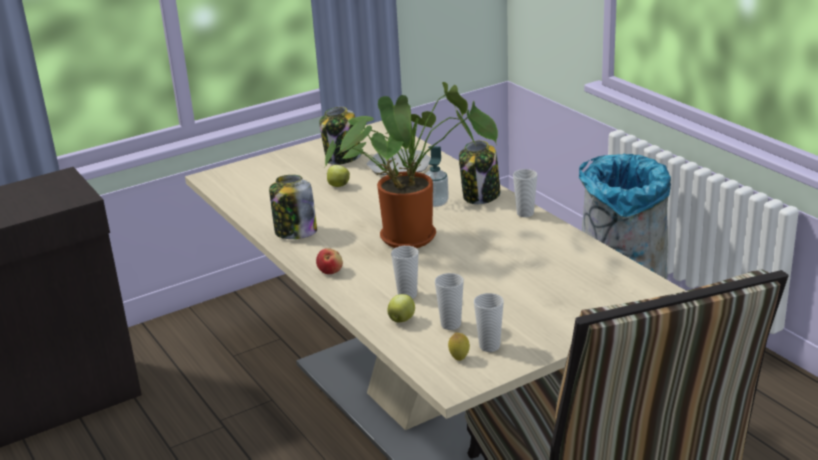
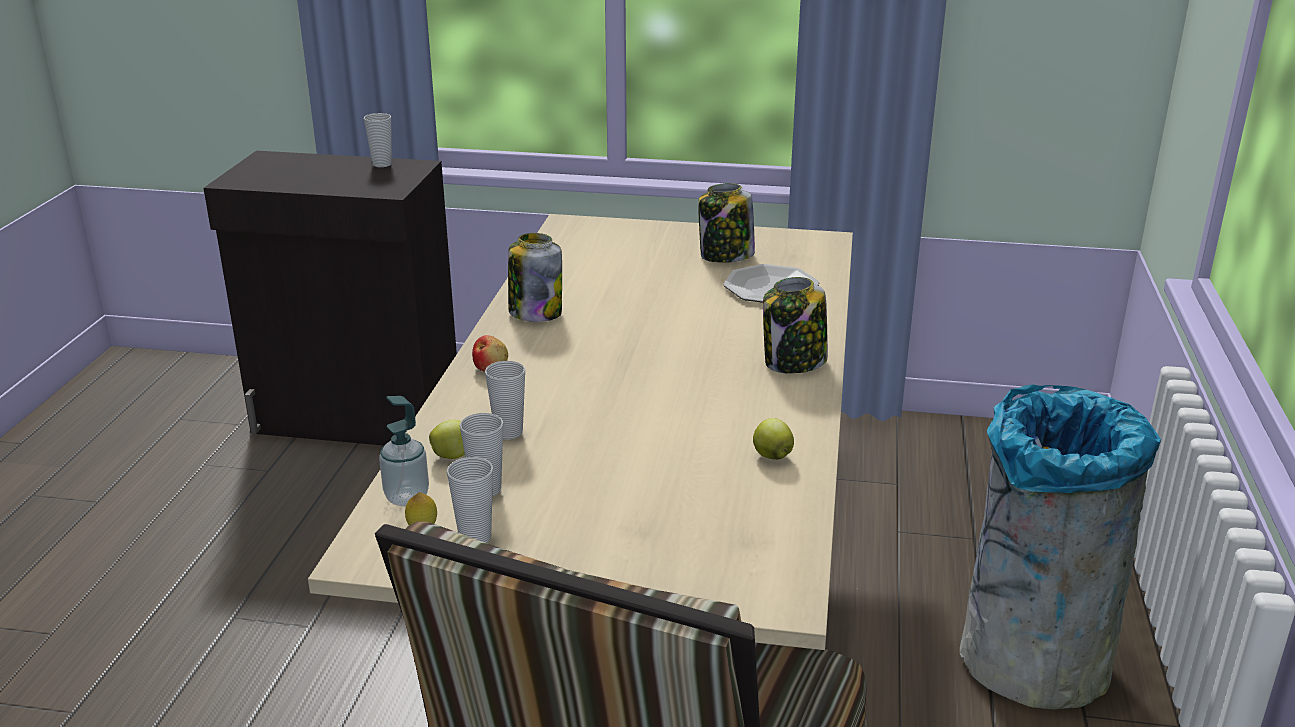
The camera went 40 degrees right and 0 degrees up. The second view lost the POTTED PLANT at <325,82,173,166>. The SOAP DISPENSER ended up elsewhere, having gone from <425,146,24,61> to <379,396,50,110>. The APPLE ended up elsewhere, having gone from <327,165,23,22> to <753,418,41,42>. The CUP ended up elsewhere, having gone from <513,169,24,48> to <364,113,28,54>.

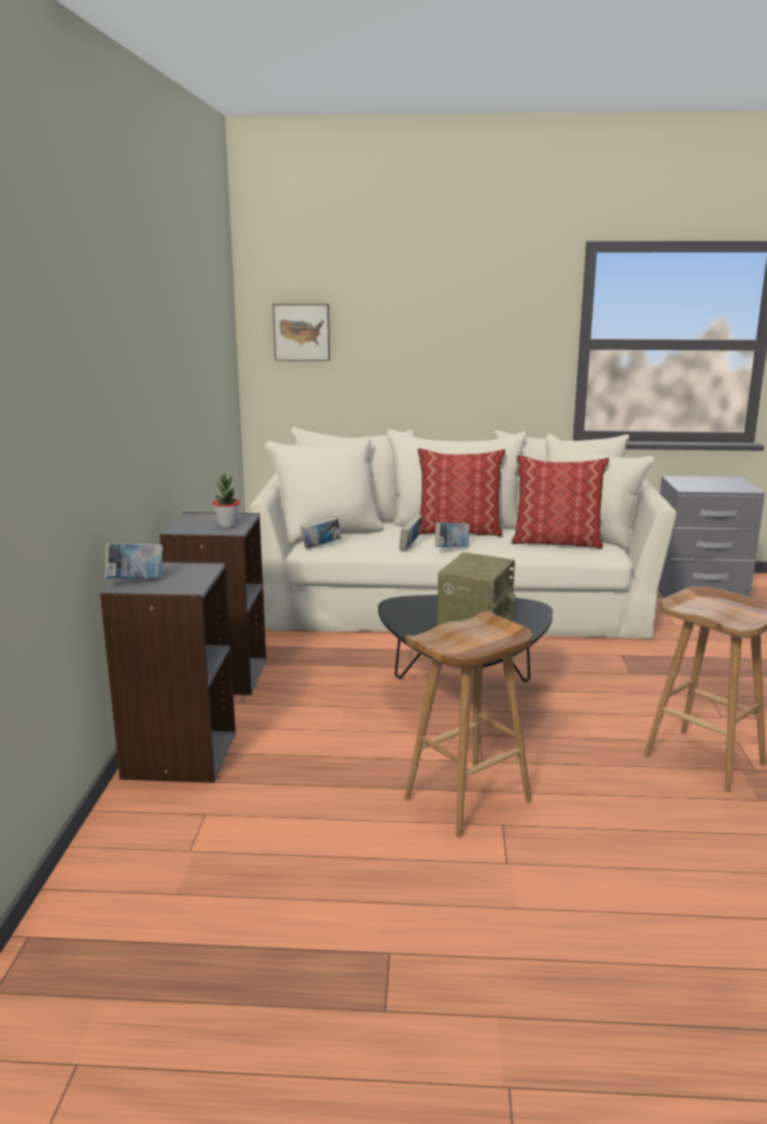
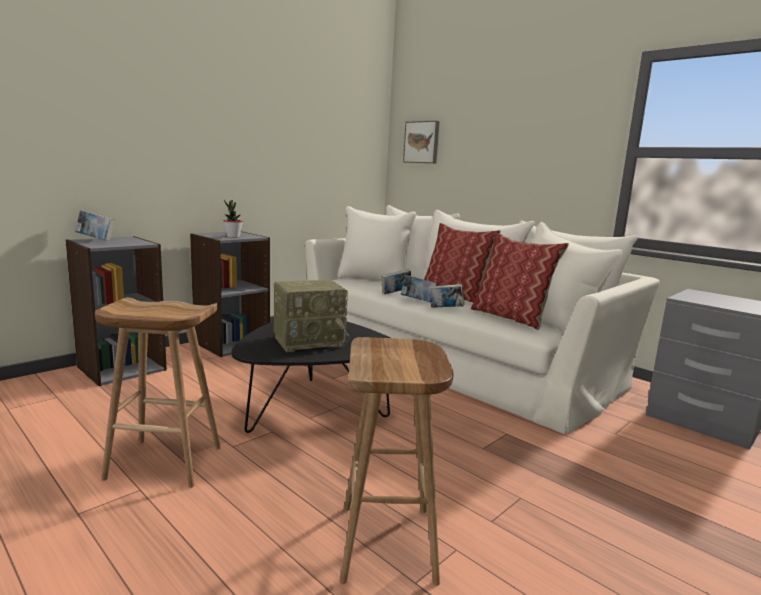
The camera went 40 degrees right and 5 degrees down. The BOOK ended up elsewhere, having gone from <301,516,40,33> to <428,284,37,24>.

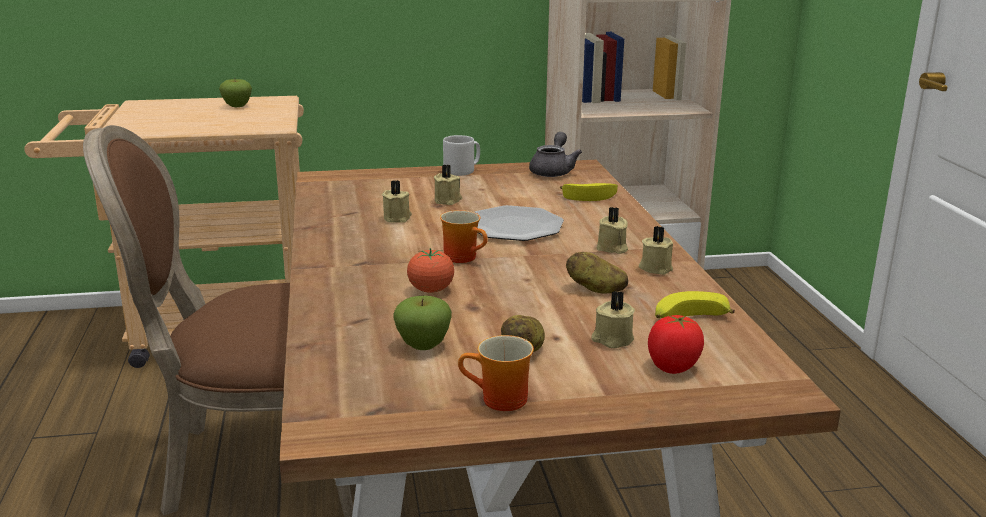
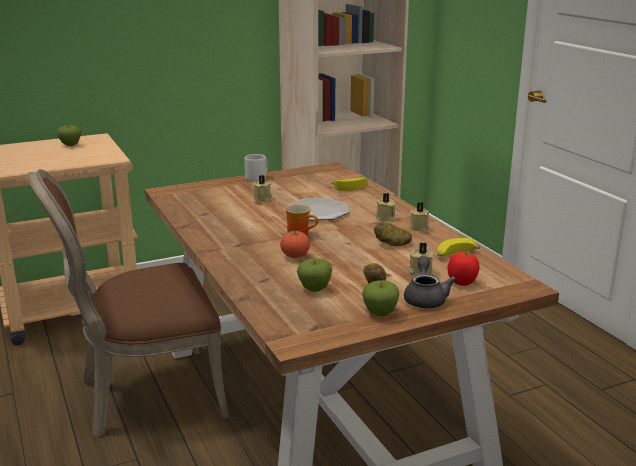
The camera went 15 degrees left and 0 degrees up. The GREY TEAPOT ended up elsewhere, having gone from <529,132,53,45> to <404,256,52,52>. The second view lost the BEIGE CANDLE at <382,180,30,43>. Where the MUG stood at <458,335,76,76>, the APPLE came to stand at <362,280,37,36>.

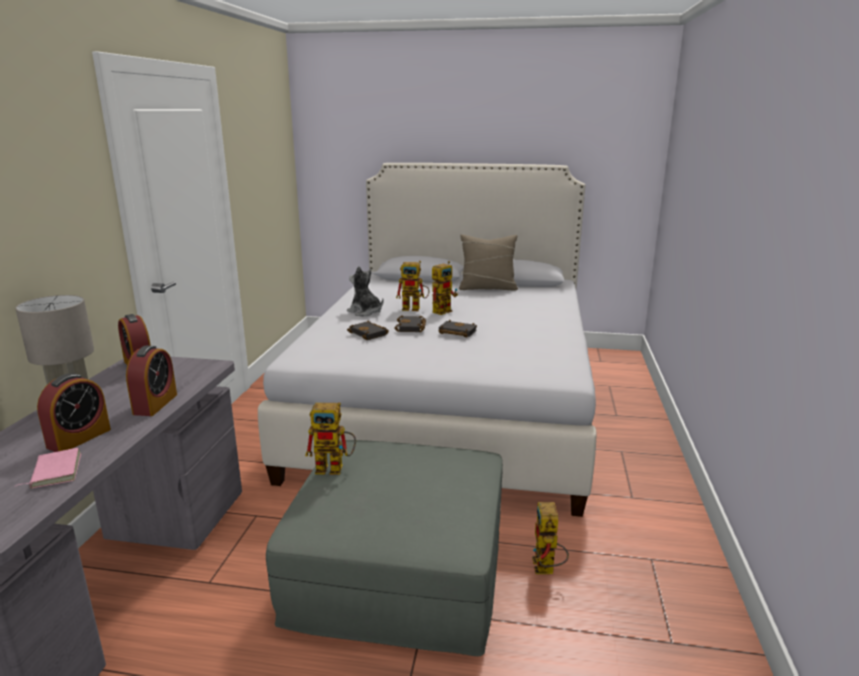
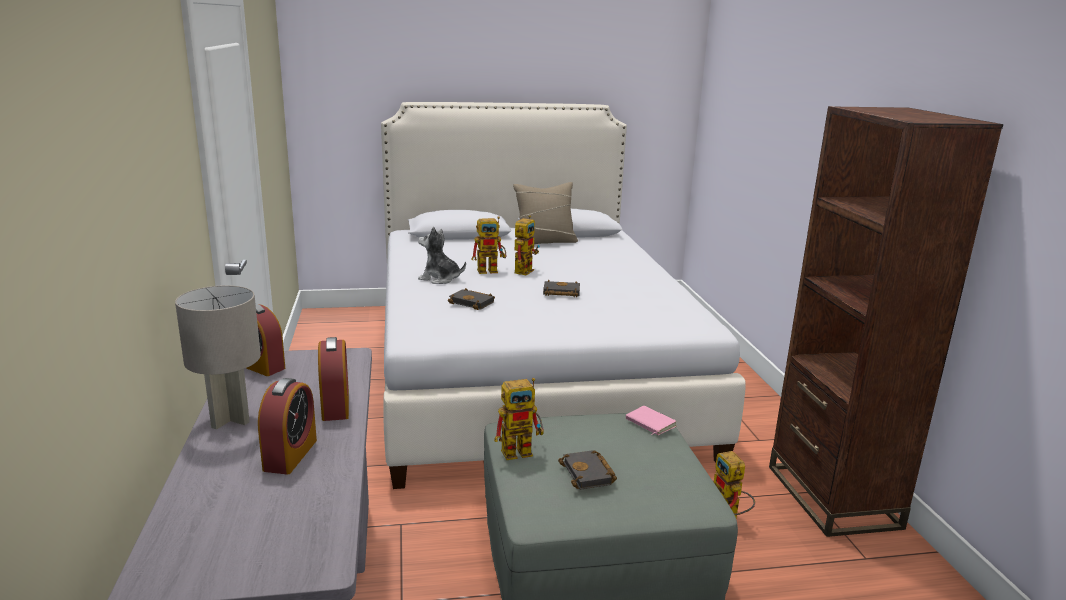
The camera went 20 degrees left and 0 degrees up. The BLACK BOOK ended up elsewhere, having gone from <394,315,32,17> to <558,450,59,40>. The PINK BOOK ended up elsewhere, having gone from <14,448,67,41> to <626,406,50,29>. The second view gained the BROWN BOOKCASE at <769,106,234,431>.

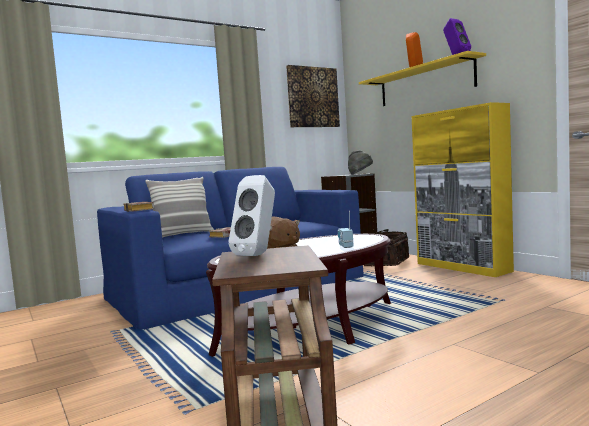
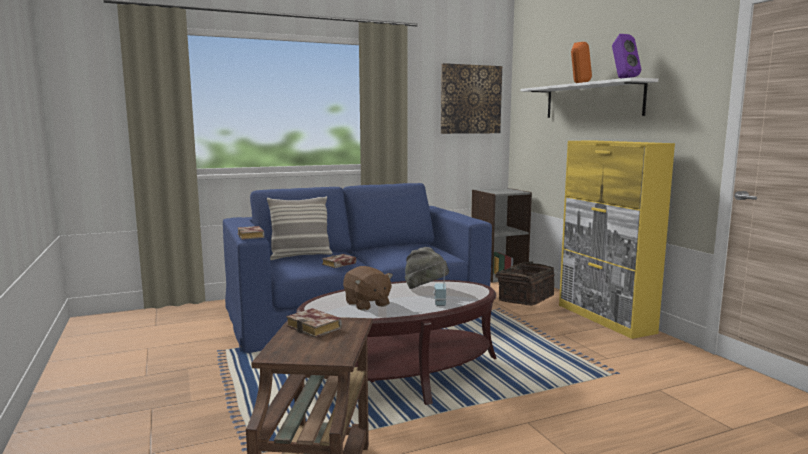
The camera went 10 degrees right and 5 degrees up. What was the YELLOW SHELF at <359,51,127,55> turned into the WHITE SHELF at <521,77,137,41>. The GREY HAT ended up elsewhere, having gone from <348,150,25,25> to <405,247,44,42>. Where the WHITE SPEAKER stood at <228,175,47,81>, the BOOK came to stand at <286,308,56,30>.

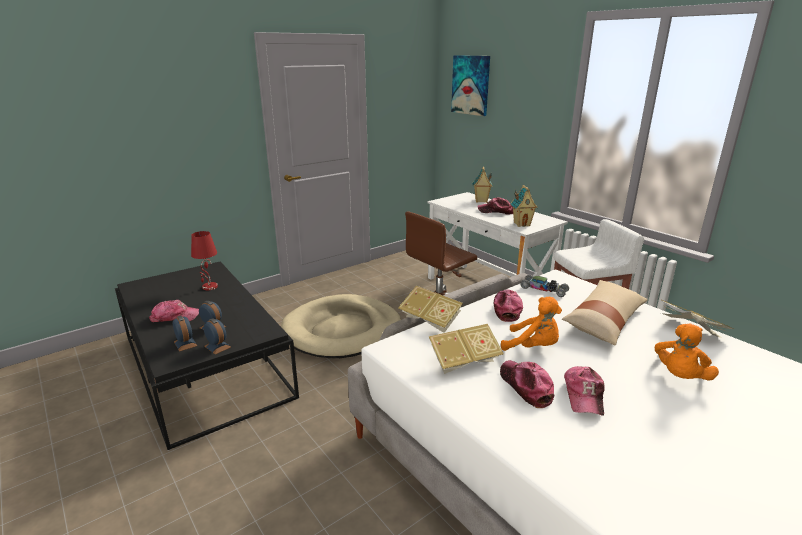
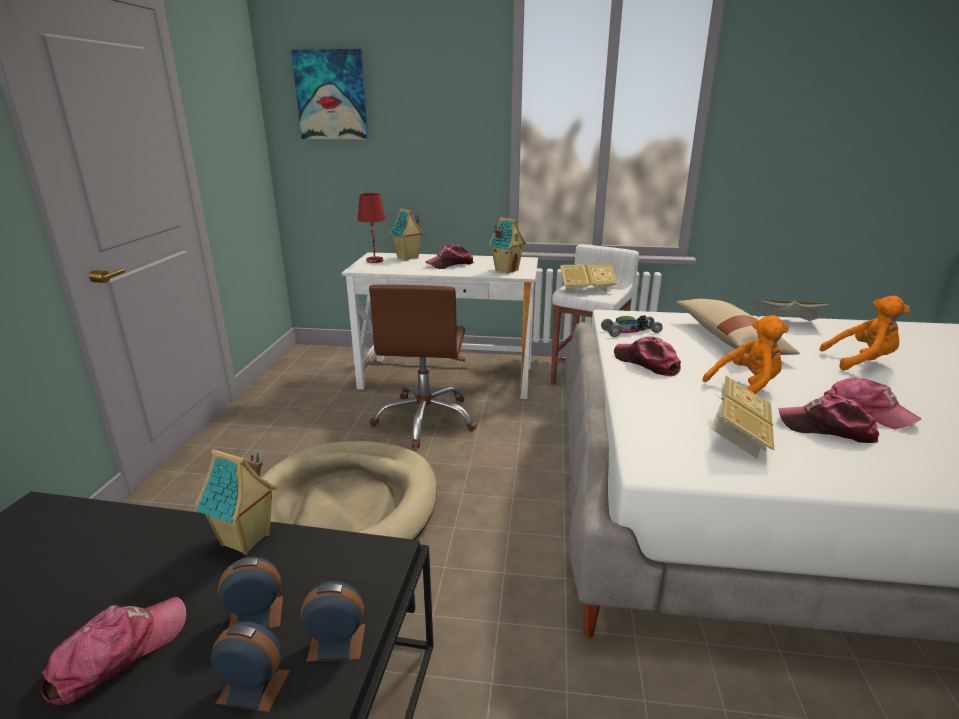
The camera went 45 degrees left and 0 degrees up. The RED TABLE LAMP ended up elsewhere, having gone from <191,231,27,59> to <357,193,29,70>. The BOOK ended up elsewhere, having gone from <398,286,65,47> to <560,264,58,29>. The ORANGE PLUSH TOY at <655,324,64,56> ended up facing another way, 75 degrees counterclockwise from before. The second view gained the TOY HOUSE at <195,449,82,106>.

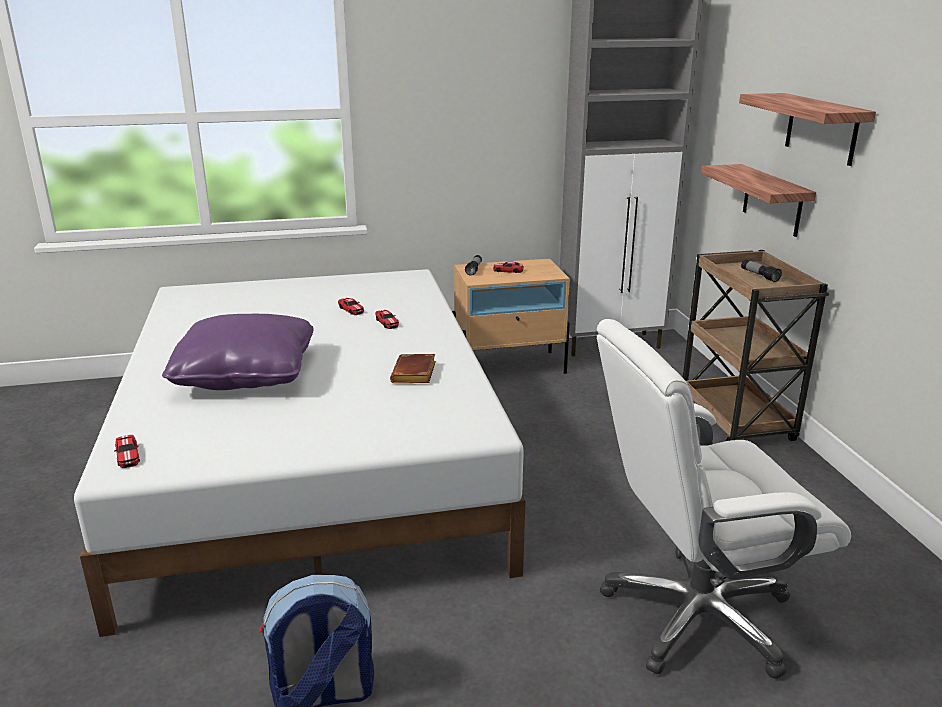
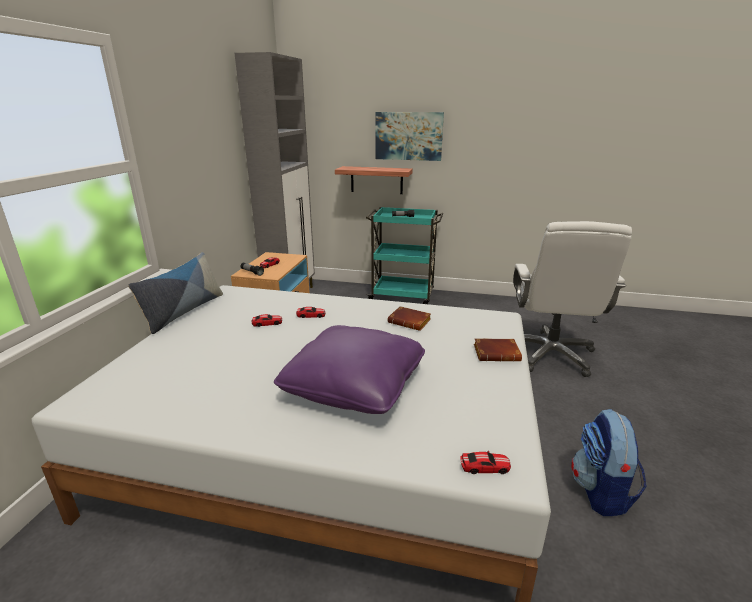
The camera went 65 degrees left and 0 degrees up. Where the SHELF hung at <739,93,137,73>, the PICTURE came to hang at <375,112,69,49>. What was the BROWN CART at <683,250,146,191> turned into the TURQUOISE CART at <366,207,77,97>. The second view gained the PILLOW at <128,252,95,82>. The second view gained the BROWN BOOK at <474,338,48,24>.

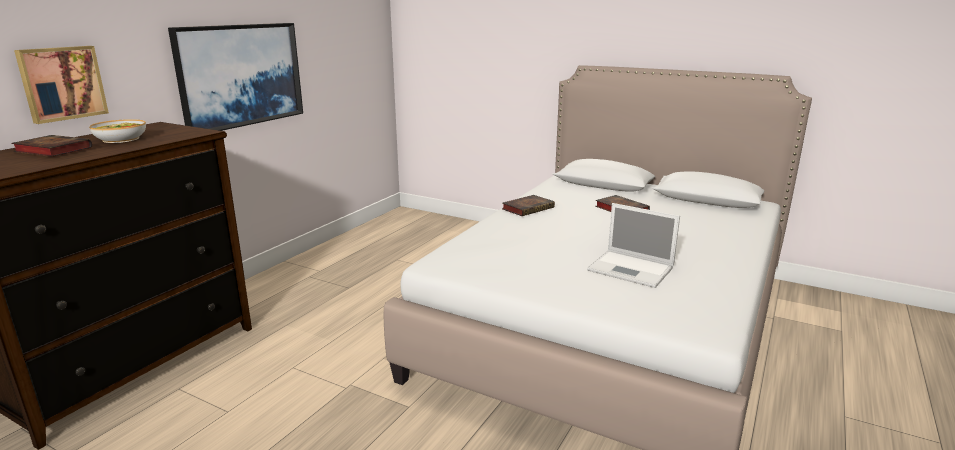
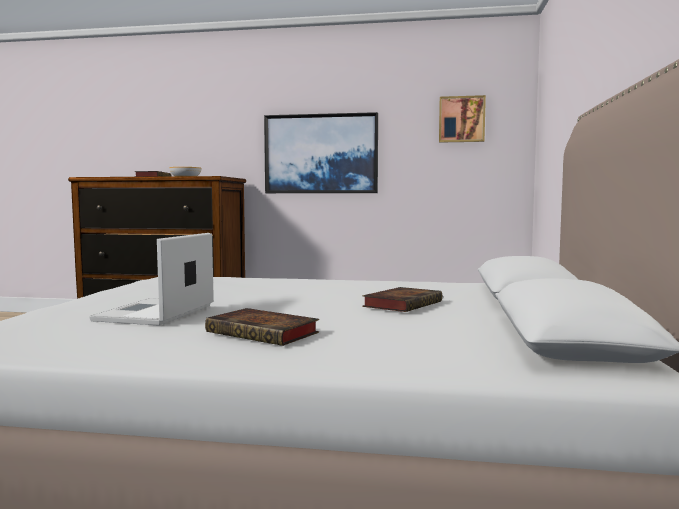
The camera went 70 degrees right and 15 degrees down. The PICTURE ended up elsewhere, having gone from <14,46,95,78> to <439,95,47,48>. The BOOK ended up elsewhere, having gone from <502,195,53,21> to <205,308,114,38>.

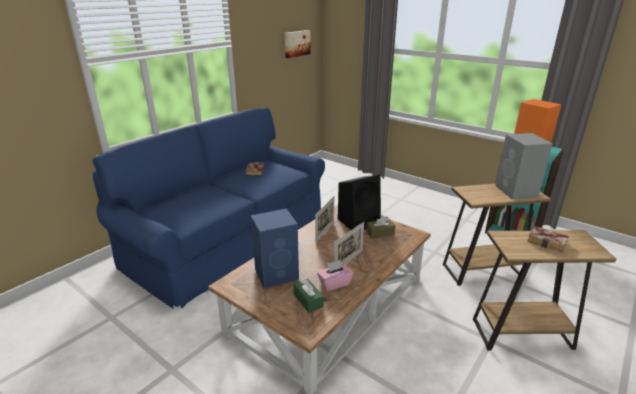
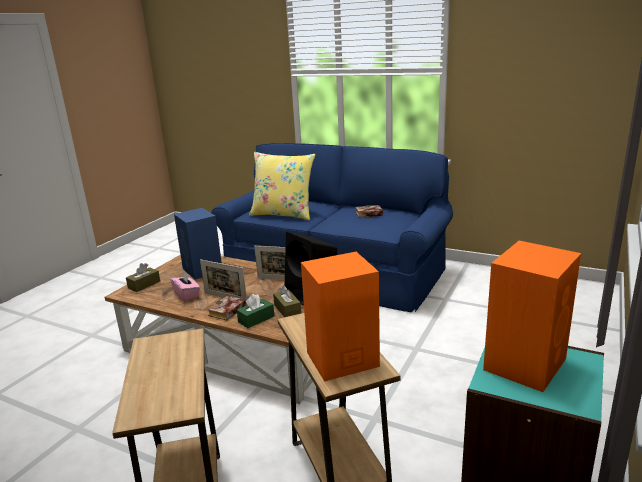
The camera went 80 degrees right and 5 degrees down. The second view lost the PICTURE at <285,30,26,28>. What was the GREY SPEAKER at <495,133,57,66> turned into the ORANGE SPEAKER at <301,252,79,129>. The BOOK ended up elsewhere, having gone from <527,226,42,27> to <207,295,39,26>. The GREEN TISSUE BOX ended up elsewhere, having gone from <294,279,30,34> to <237,294,37,34>. The second view gained the YELLOW PILLOW at <249,152,67,68>. The second view gained the BROWN TISSUE BOX at <126,263,34,29>.

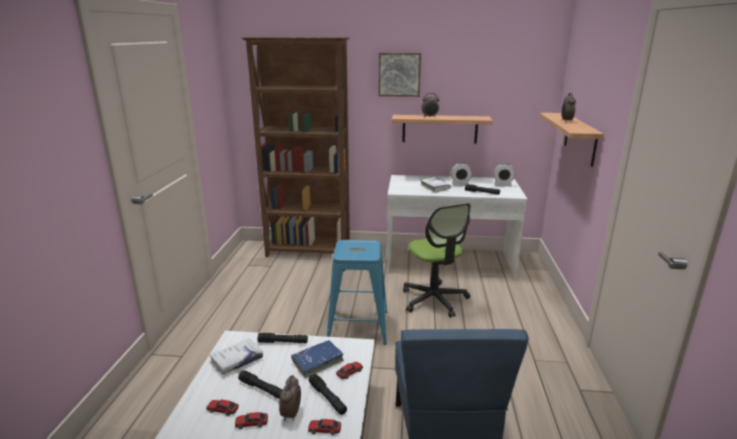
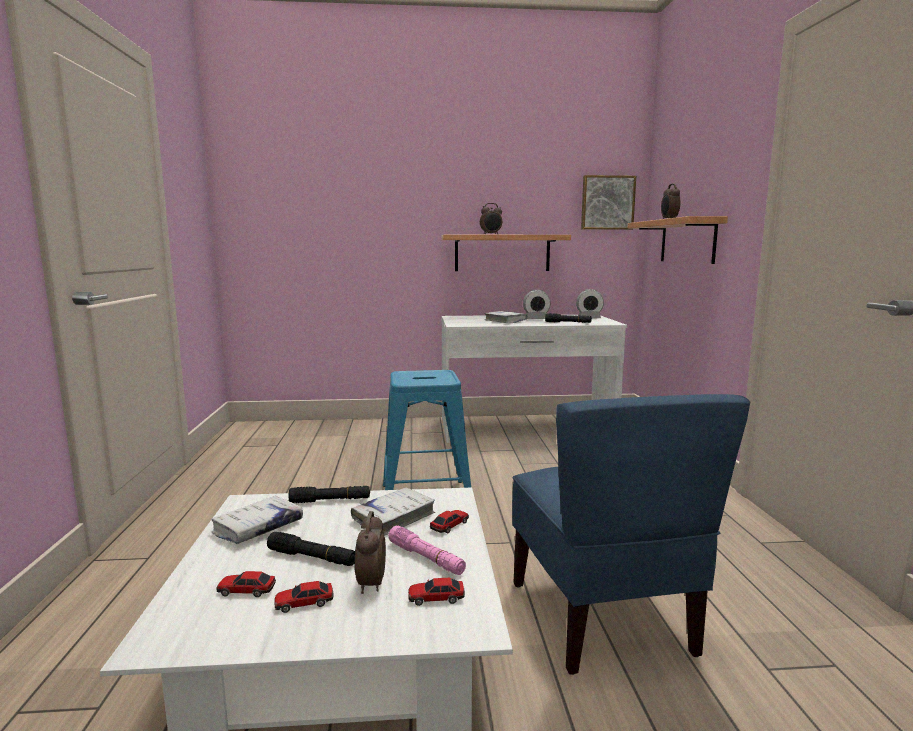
The camera went 10 degrees left and 10 degrees down. The second view lost the BROWN BOOKCASE at <241,37,109,220>. The PICTURE ended up elsewhere, having gone from <379,53,42,44> to <581,175,55,55>. The second view lost the OFFICE CHAIR at <403,203,68,115>. What was the BLUE BOOK at <291,340,53,38> turned into the WHITE BOOK at <351,488,84,48>. What was the BLACK FLASHLIGHT at <309,374,38,41> turned into the PINK FLASHLIGHT at <388,526,78,49>.

